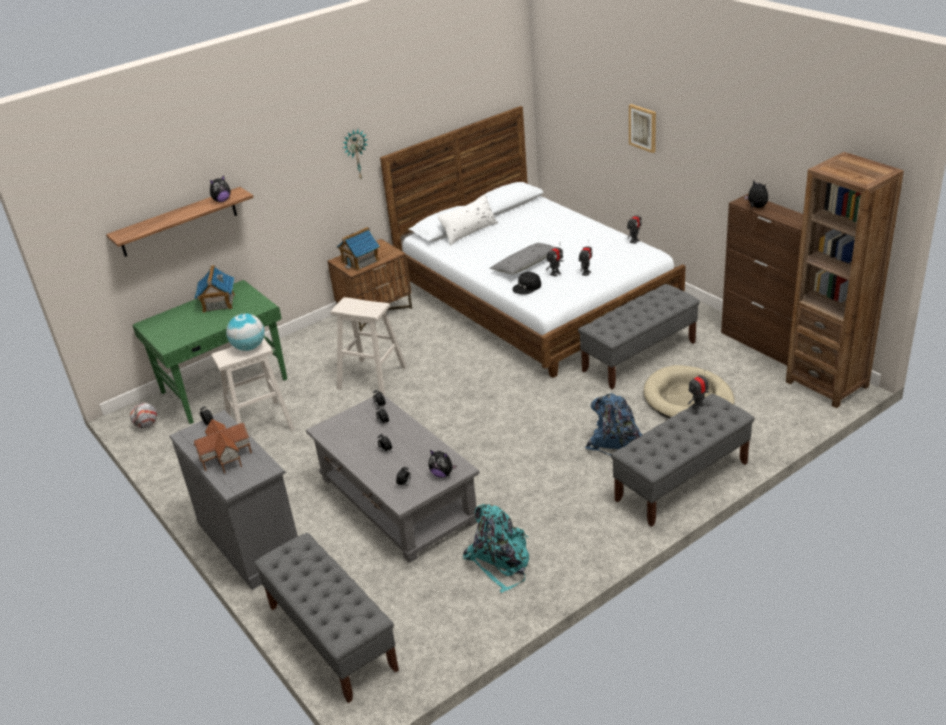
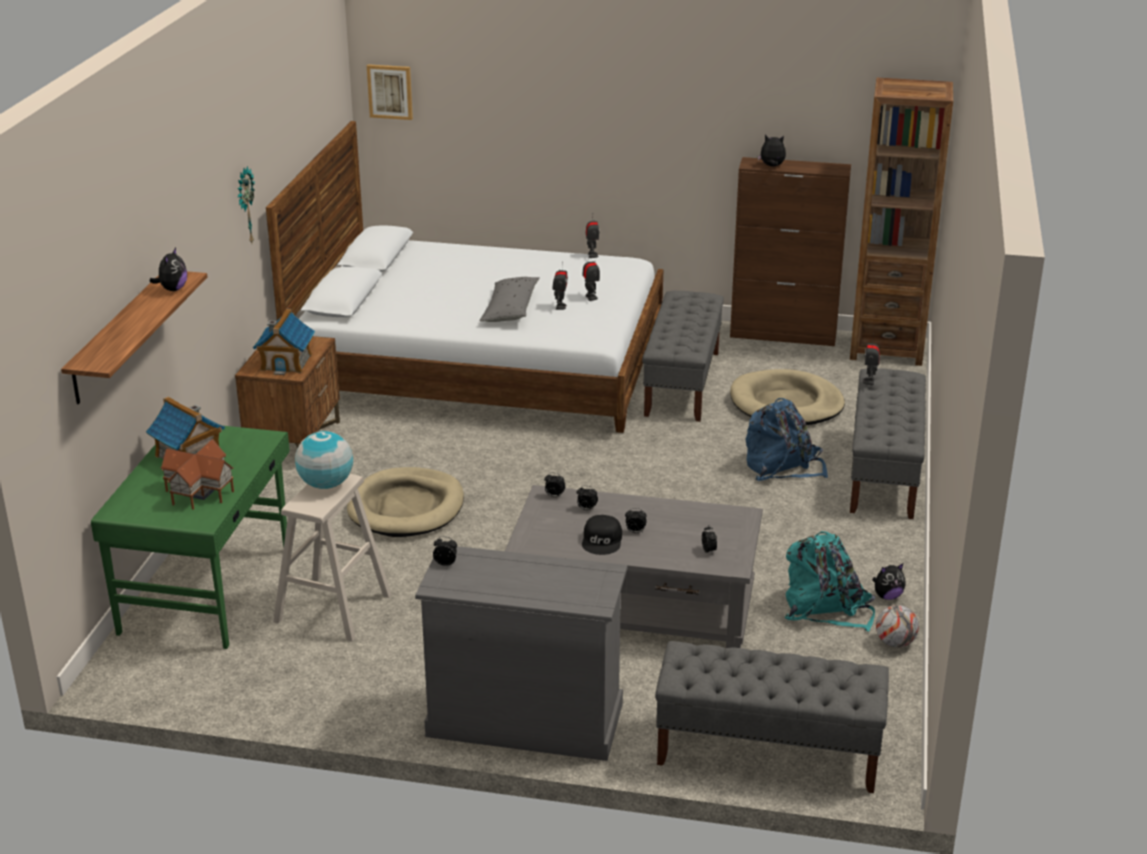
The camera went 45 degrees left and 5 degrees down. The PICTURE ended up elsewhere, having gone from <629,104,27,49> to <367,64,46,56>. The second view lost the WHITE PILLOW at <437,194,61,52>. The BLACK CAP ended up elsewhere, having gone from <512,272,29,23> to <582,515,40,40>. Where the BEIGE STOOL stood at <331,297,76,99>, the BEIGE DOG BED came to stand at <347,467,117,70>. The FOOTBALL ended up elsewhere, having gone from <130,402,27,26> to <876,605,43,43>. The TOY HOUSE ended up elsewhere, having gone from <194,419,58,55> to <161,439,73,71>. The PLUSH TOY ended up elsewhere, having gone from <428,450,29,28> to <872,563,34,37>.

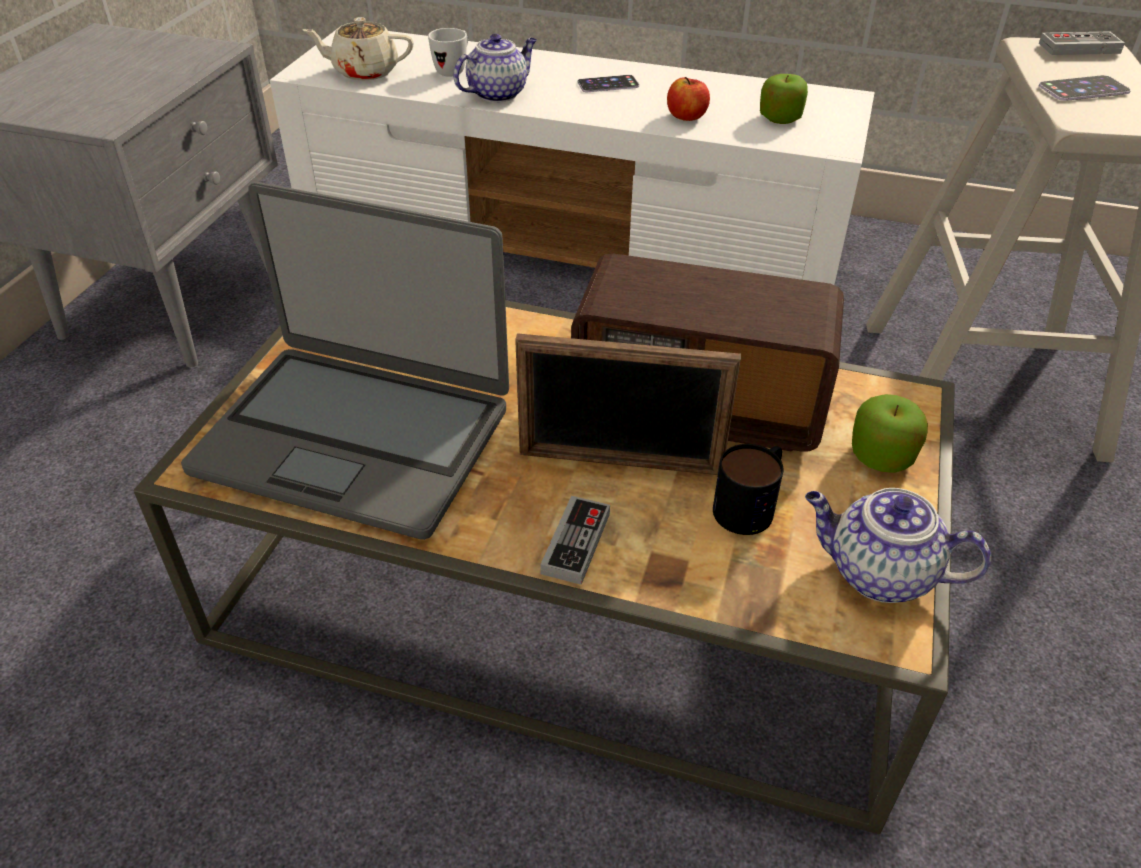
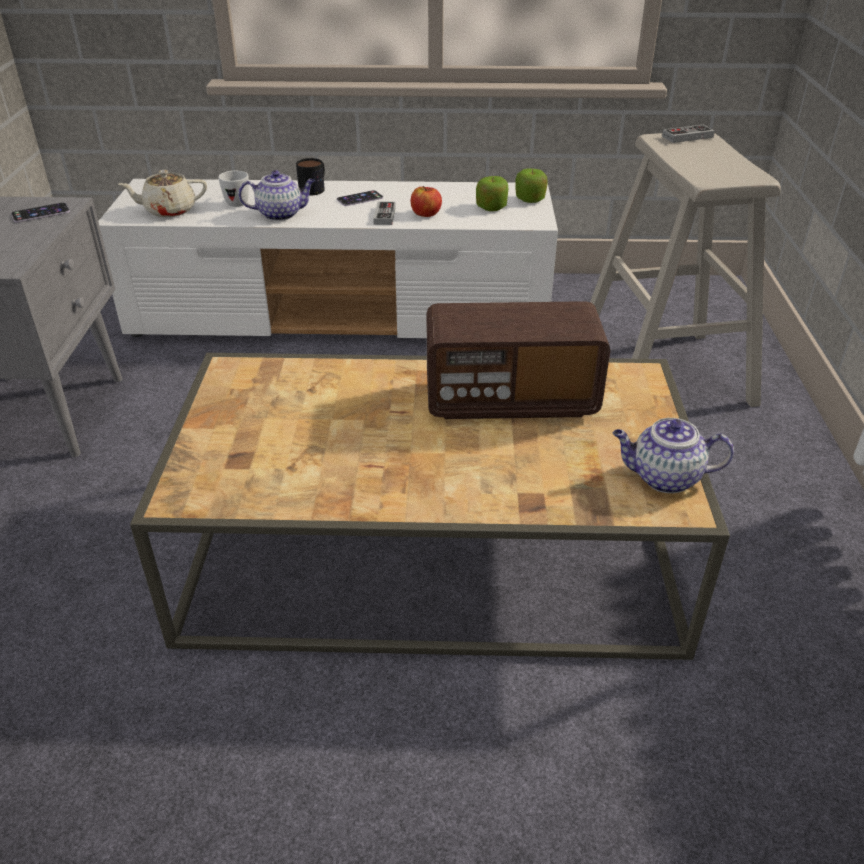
The camera went 15 degrees left and 5 degrees down. The TEAPOT at <453,34,84,69> ended up facing another way, 45 degrees clockwise from before. The PHONE ended up elsewhere, having gone from <1039,75,92,26> to <11,202,59,21>. The second view lost the LAPTOP at <181,182,328,358>. The second view lost the PICTURE FRAME at <515,333,226,142>. The APPLE ended up elsewhere, having gone from <852,394,76,79> to <515,168,33,35>. The MUG ended up elsewhere, having gone from <713,444,71,91> to <296,158,29,38>. The GAME CONTROLLER ended up elsewhere, having gone from <540,496,70,89> to <373,202,23,23>.

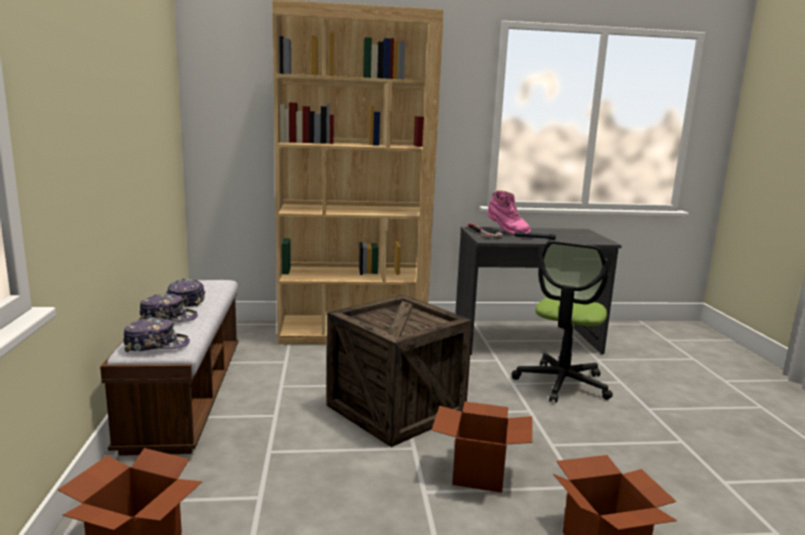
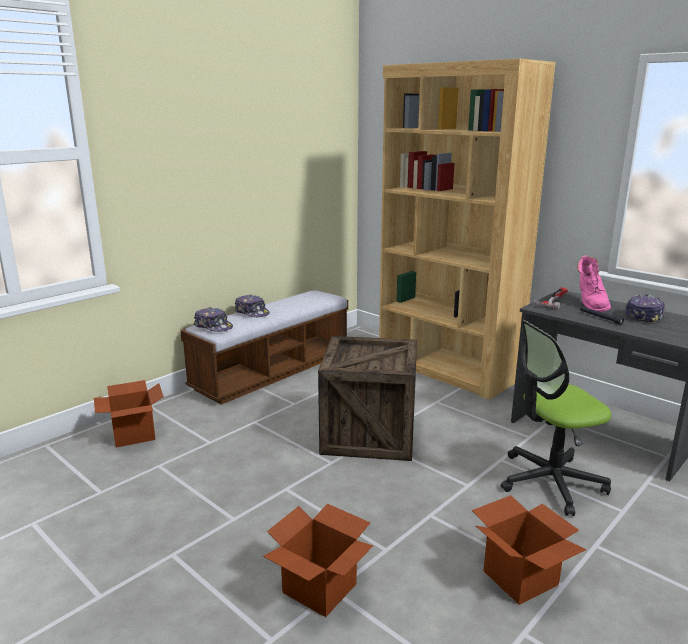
The camera went 50 degrees right and 5 degrees up. The CAP ended up elsewhere, having gone from <166,279,39,28> to <625,294,41,30>. The CARDBOARD BOX ended up elsewhere, having gone from <432,402,100,91> to <472,495,114,110>.

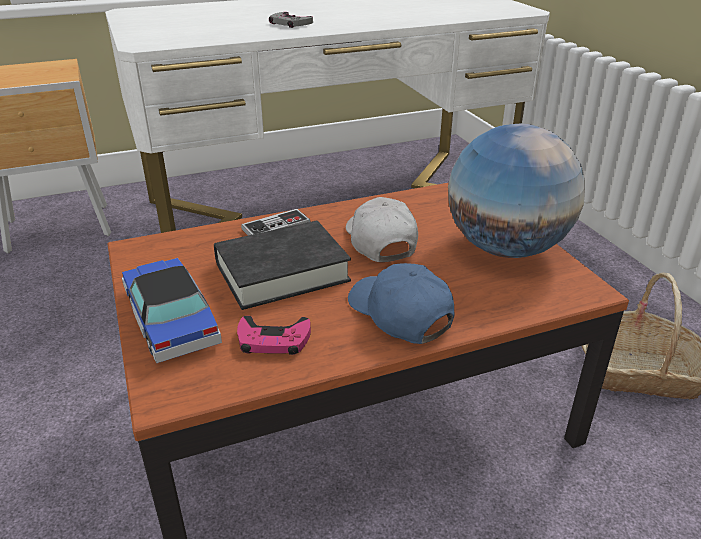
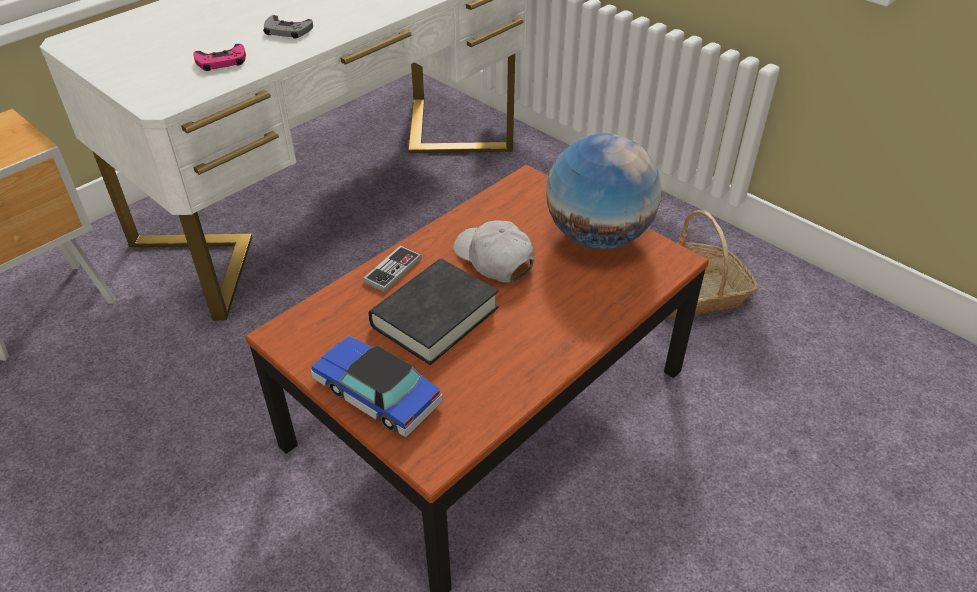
The camera went 25 degrees left and 10 degrees up. The second view lost the BLUE CAP at <348,263,107,81>. The PINK GAME CONTROLLER ended up elsewhere, having gone from <237,316,74,39> to <193,44,53,27>.

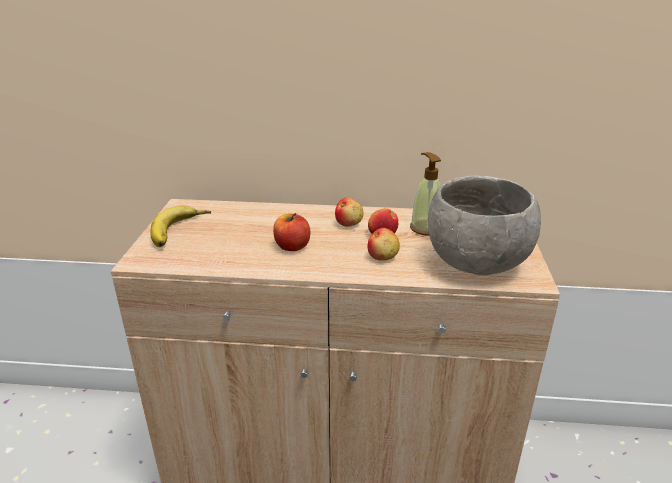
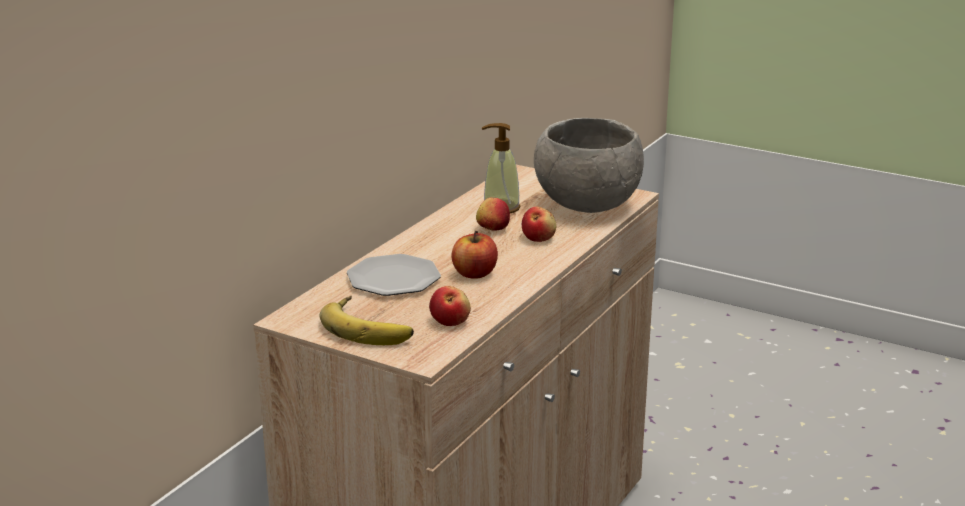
The camera went 65 degrees left and 5 degrees down. The APPLE ended up elsewhere, having gone from <335,197,28,30> to <429,286,42,40>. The second view gained the PLATE at <347,254,94,42>.

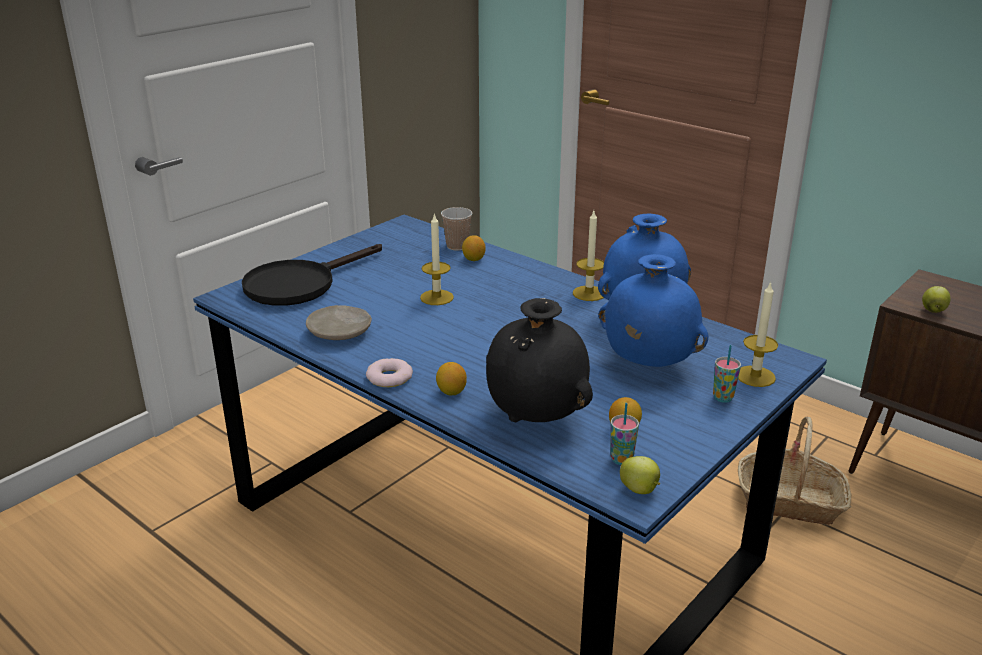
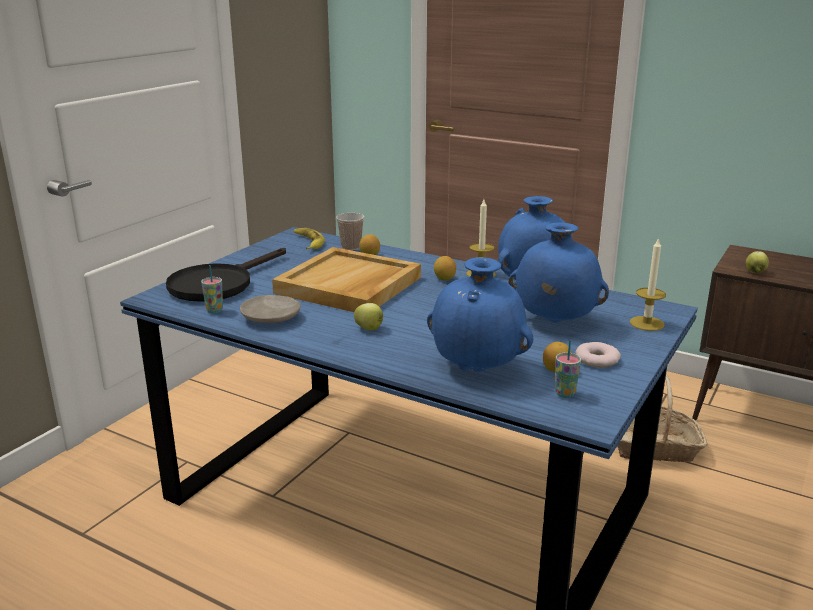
The camera went 10 degrees left and 5 degrees down. Where the CANDLE stood at <420,213,34,92>, the BEIGE TRAY came to stand at <272,247,149,65>. What was the BLACK VASE at <486,298,107,124> turned into the BLUE VASE at <427,257,106,115>. The CUP ended up elsewhere, having gone from <713,345,28,58> to <201,265,22,49>. The DONUT ended up elsewhere, having gone from <366,358,47,29> to <575,342,46,26>. The LEMON ended up elsewhere, having gone from <436,362,31,33> to <434,256,22,25>. The APPLE ended up elsewhere, having gone from <620,456,40,38> to <354,303,29,27>. The second view gained the BANANA at <294,228,31,22>.

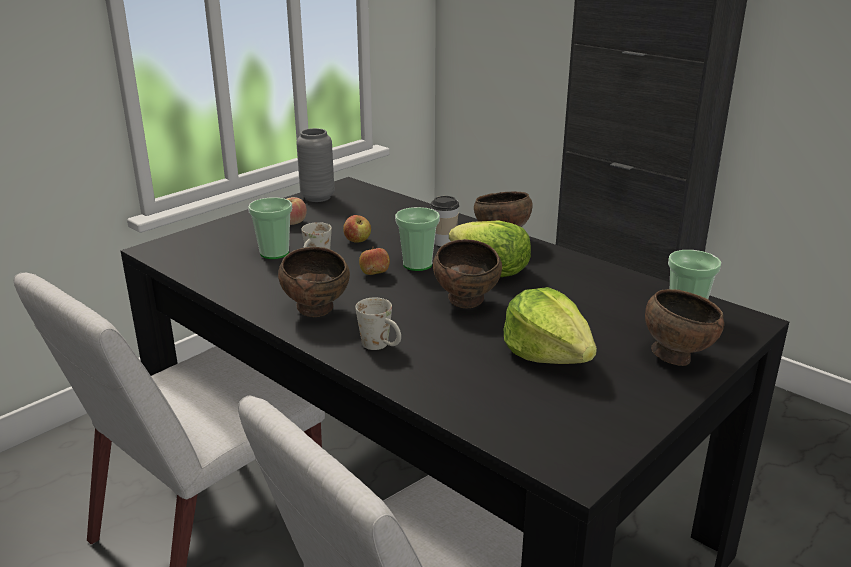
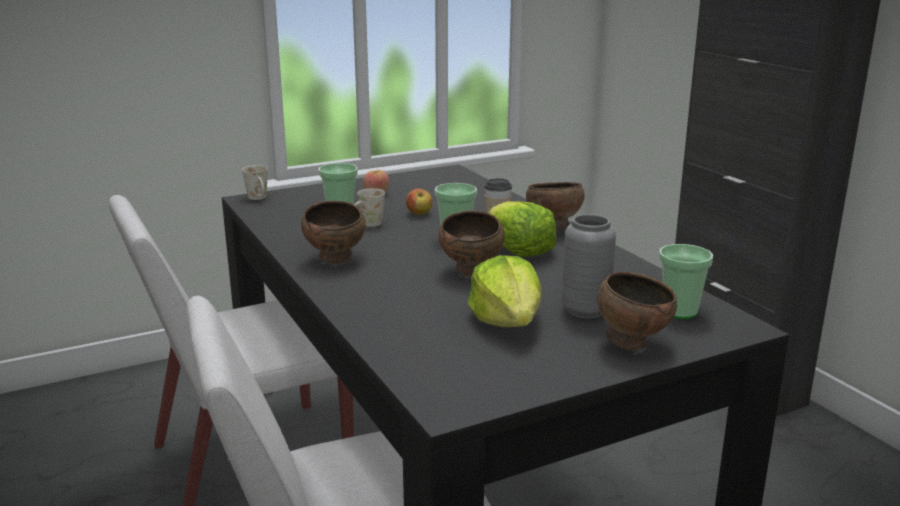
The camera went 20 degrees right and 5 degrees down. The GREY VASE ended up elsewhere, having gone from <296,128,38,74> to <561,214,55,105>. The second view lost the APPLE at <359,247,31,28>. The WHITE MUG ended up elsewhere, having gone from <355,298,46,52> to <242,165,26,35>.

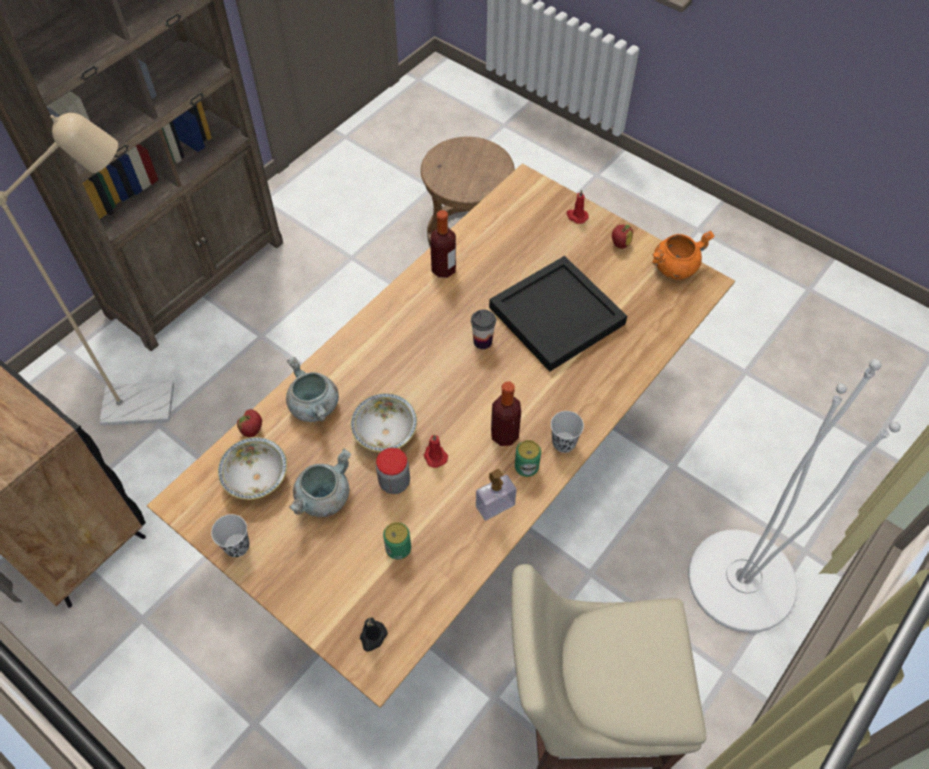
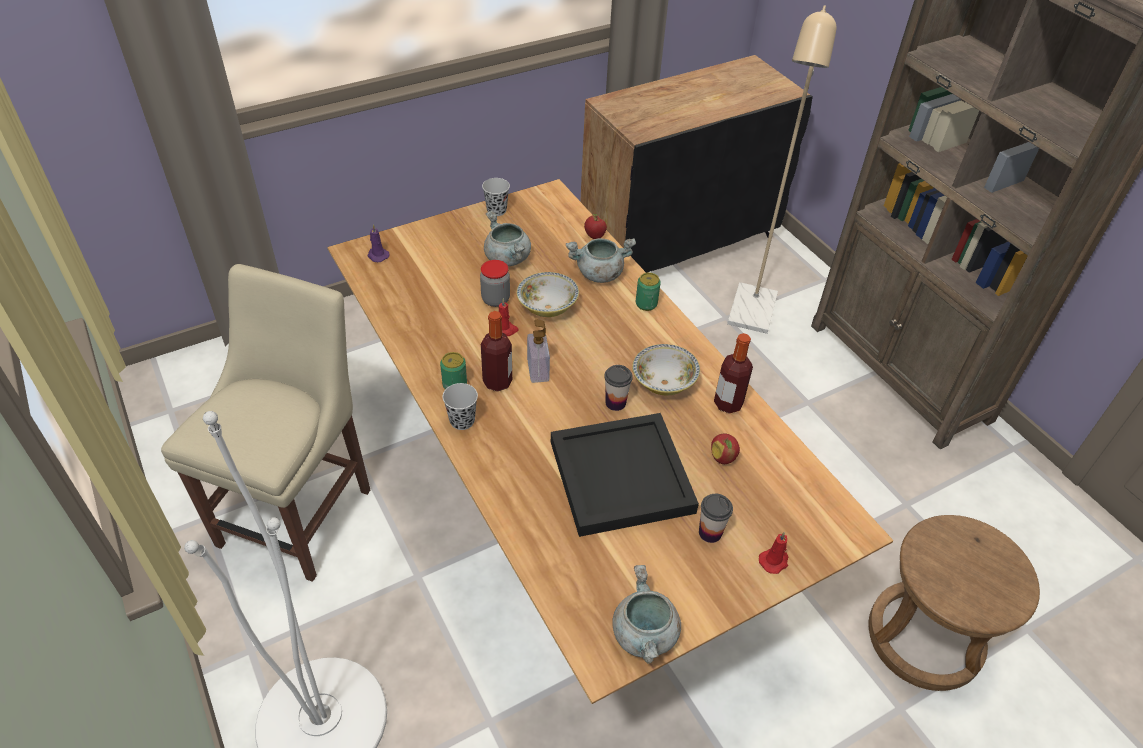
The camera went 110 degrees right and 10 degrees down. The APPLE ended up elsewhere, having gone from <612,224,21,25> to <711,434,29,30>. What was the ORANGE COOKING POT at <652,230,63,50> turned into the GREY COOKING POT at <612,565,69,99>. The BOWL ended up elsewhere, having gone from <218,437,69,63> to <632,344,68,51>. The SOAP DISPENSER ended up elsewhere, having gone from <476,469,41,52> to <527,319,23,64>. The CAN ended up elsewhere, having gone from <383,522,28,37> to <636,272,25,39>. What was the BLACK CANDLE at <360,617,27,35> turned into the PURPLE CANDLE at <367,224,23,38>. The second view gained the CUP at <699,494,34,49>.

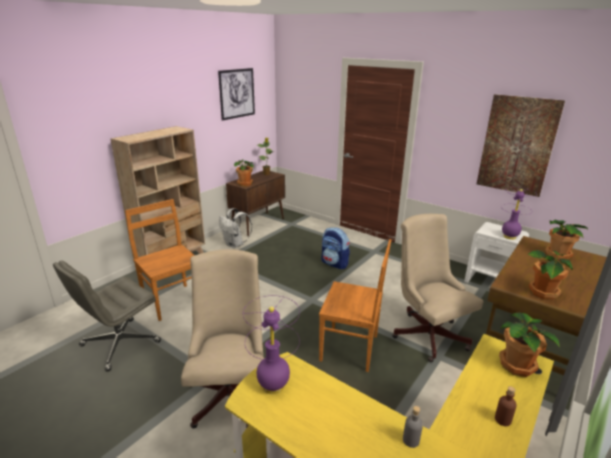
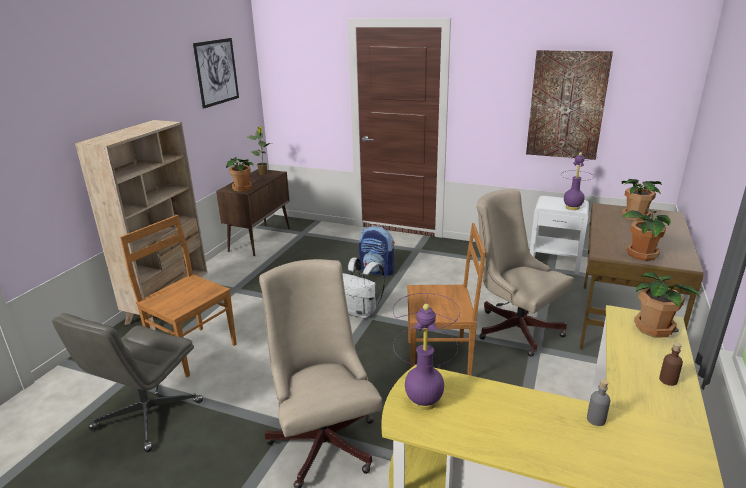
The camera went 15 degrees left and 0 degrees up. The WHITE BACKPACK ended up elsewhere, having gone from <219,208,33,40> to <343,258,42,60>.

